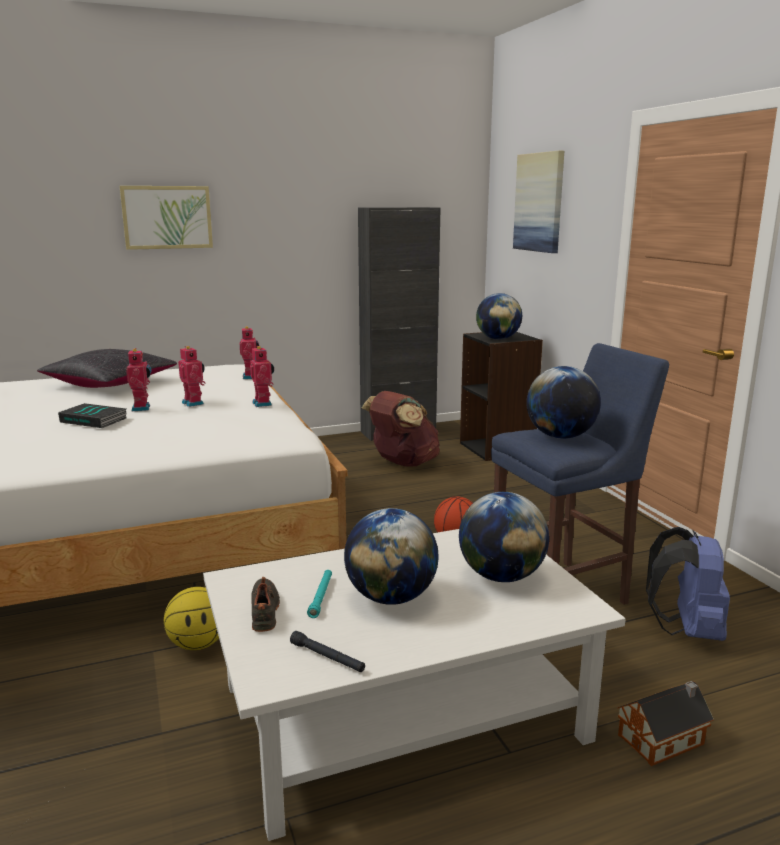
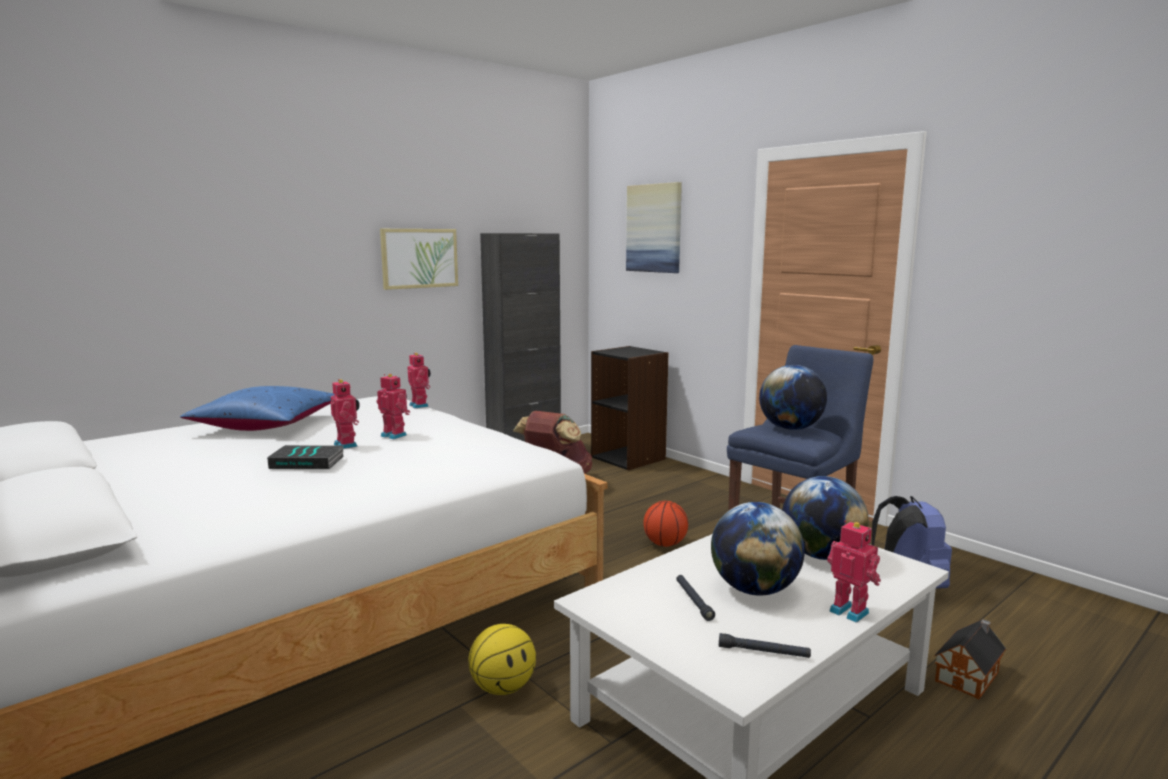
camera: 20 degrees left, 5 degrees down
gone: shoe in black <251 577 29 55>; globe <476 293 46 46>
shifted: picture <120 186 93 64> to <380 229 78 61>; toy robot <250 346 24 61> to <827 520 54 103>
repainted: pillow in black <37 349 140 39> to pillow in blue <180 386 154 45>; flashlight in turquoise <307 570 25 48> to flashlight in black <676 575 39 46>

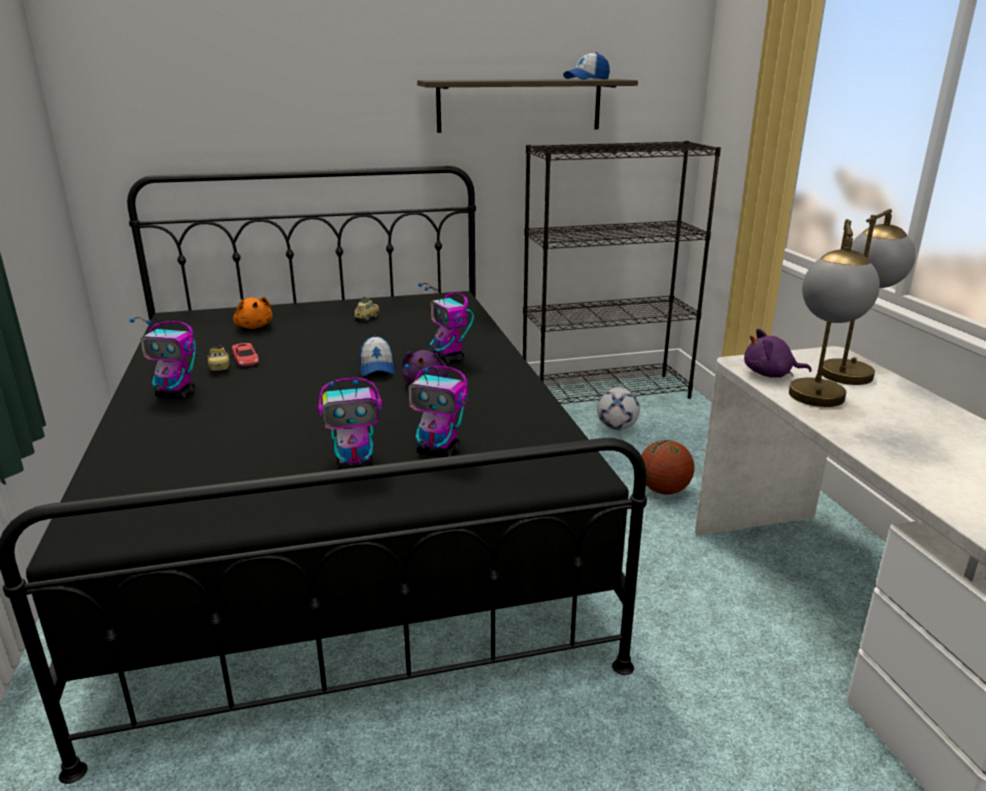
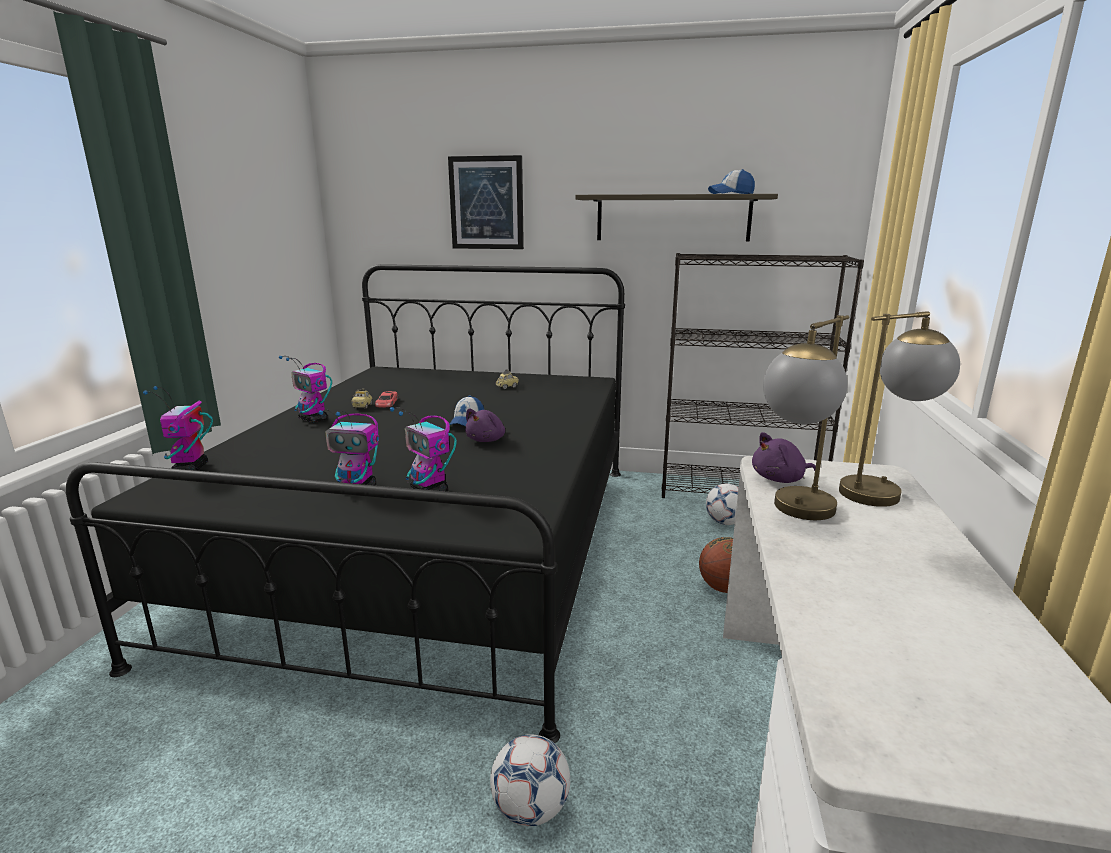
camera: 25 degrees right, 5 degrees down
gone: plush toy in orange <233 297 40 32>
new: picture <448 155 76 94>; football <490 734 80 92>
shifted: toy robot <418 283 56 80> to <143 386 70 85>
rotated: plush toy in purple <744 329 68 49> = <752 432 64 51> 45 degrees counterclockwise

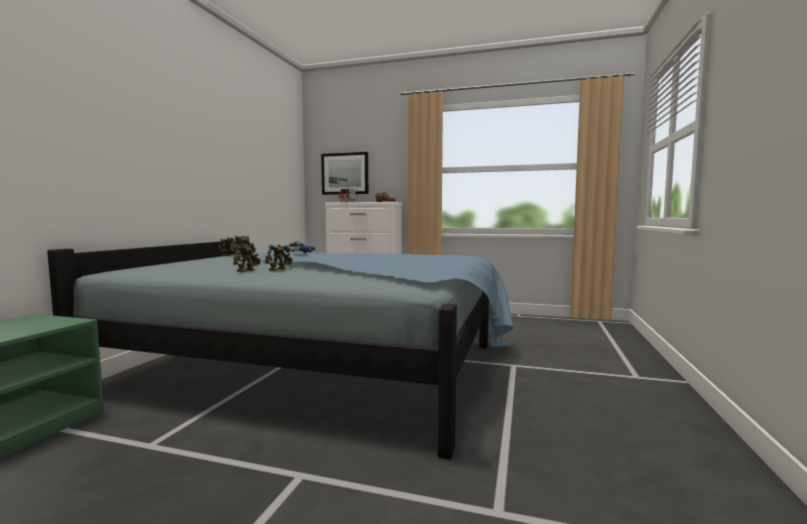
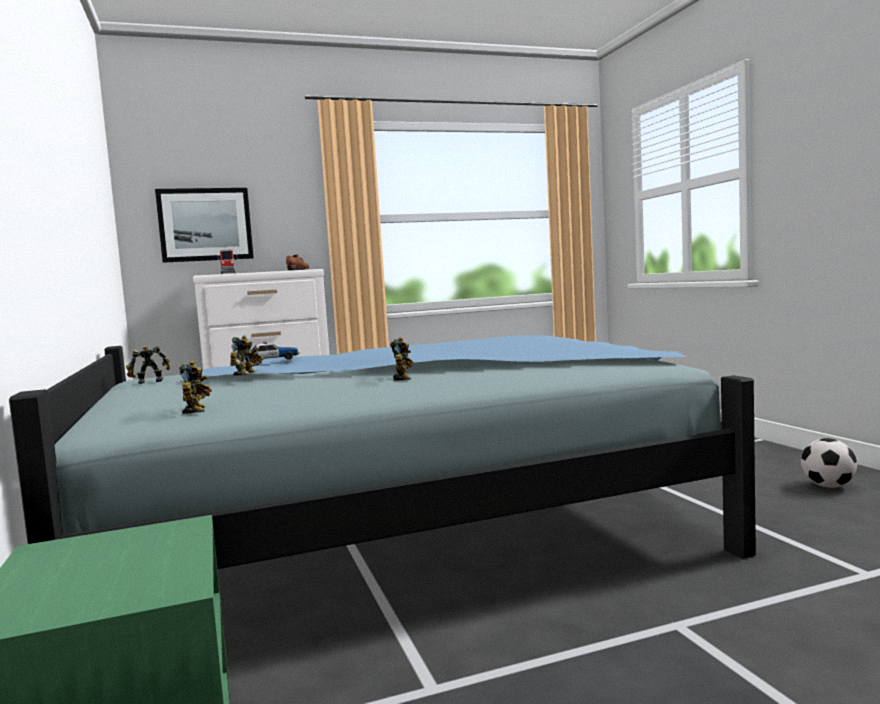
camera: 35 degrees left, 0 degrees up
new: football <801 438 56 50>
shifted: toy robot <233 245 28 27> to <179 361 33 53>

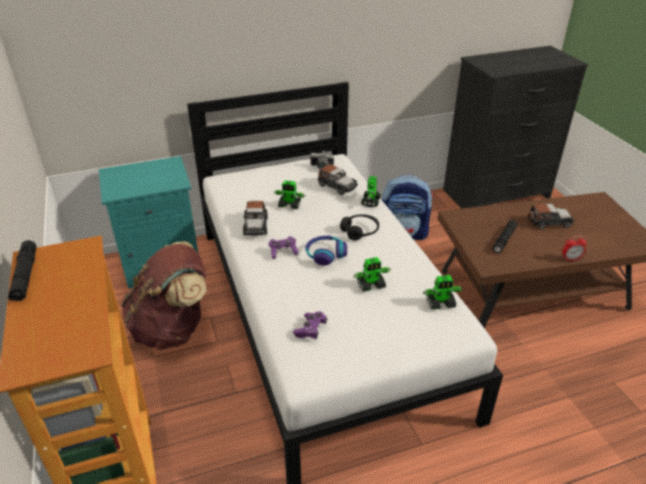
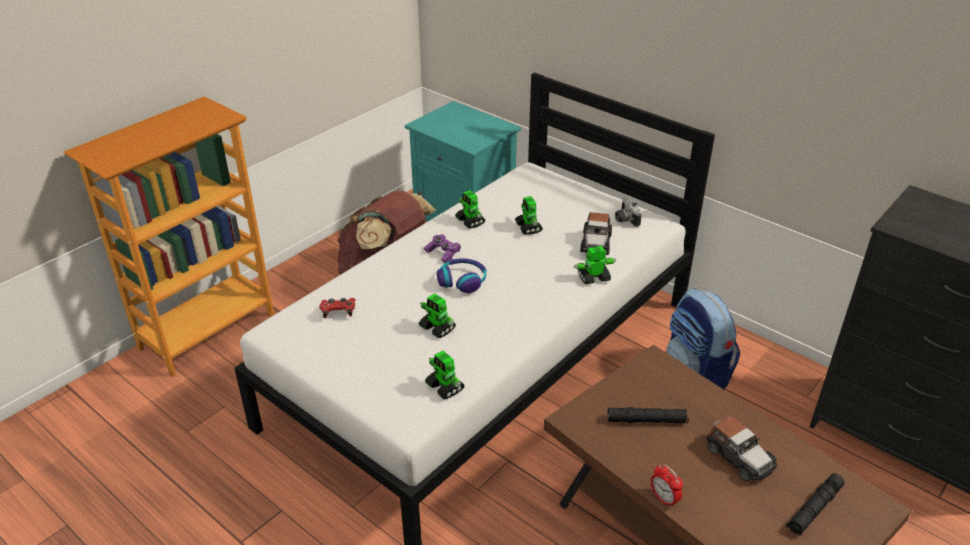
camera: 60 degrees right, 0 degrees up
gone: headphones in black <340 214 39 26>
shifted: flashlight in black <8 240 28 61> to <786 473 58 63>
swapped: toy car <243 201 25 35> to toy robot <455 190 30 39>
repainted: game controller in purple <293 311 35 28> to game controller in red <319 298 37 20>

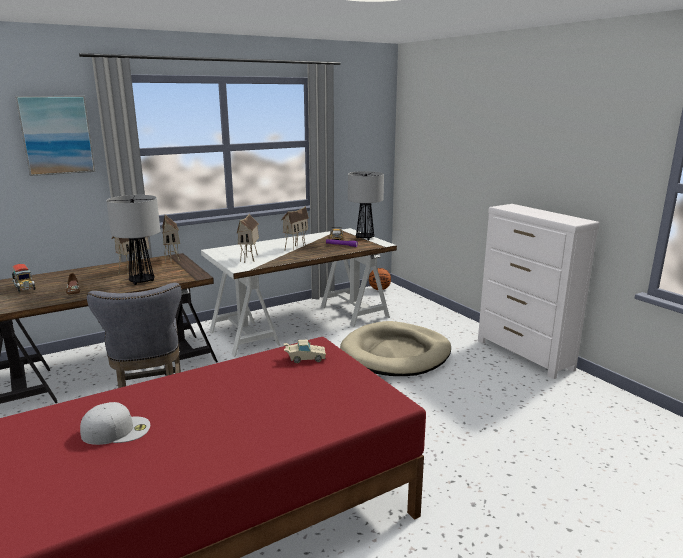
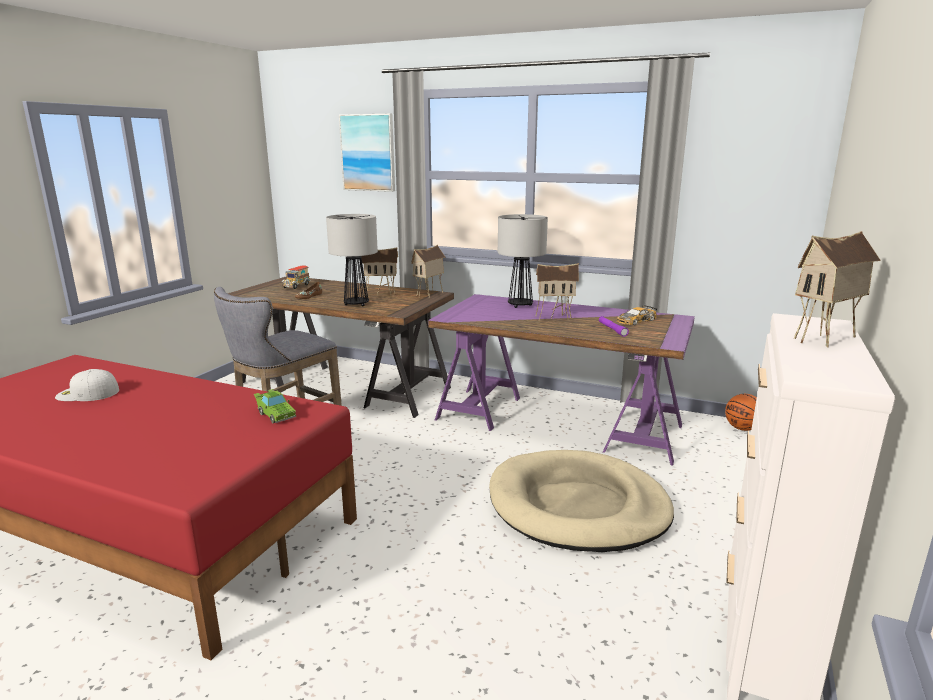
camera: 55 degrees right, 0 degrees up
shifted: toy house <237 214 22 49> to <794 231 87 117>; table lamp <348 171 36 69> to <498 214 50 94>
repainted: desk in white <201 228 196 129> to desk in purple <428 294 267 172>; toy car in beige <284 340 42 23> to toy car in green <254 389 42 34>
rotated: cap in white <80 402 70 43> = <55 369 64 32> 135 degrees clockwise

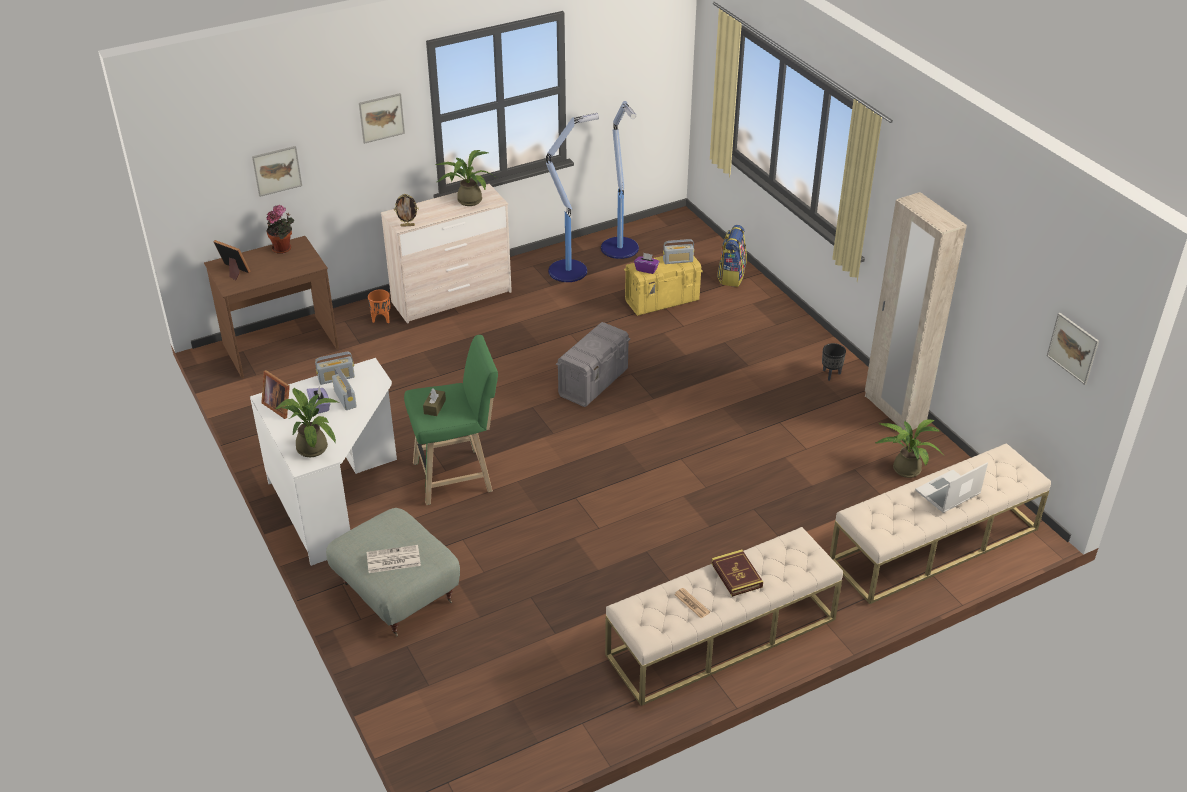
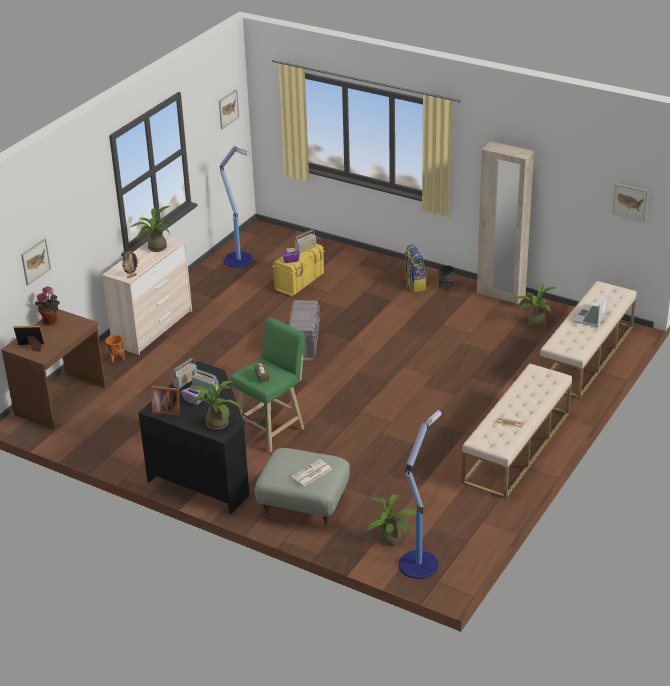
camera: 30 degrees left, 5 degrees down
gone: book <711 549 52 48>
new: potted plant <365 494 52 51>
shifted: picture <359 93 46 51> to <219 89 20 40>; floor lamp <546 113 53 169> to <398 410 44 169>; backpack <717 225 30 62> to <403 244 24 48>
repainted: desk in white <250 358 147 208> to desk in black <138 361 111 153>

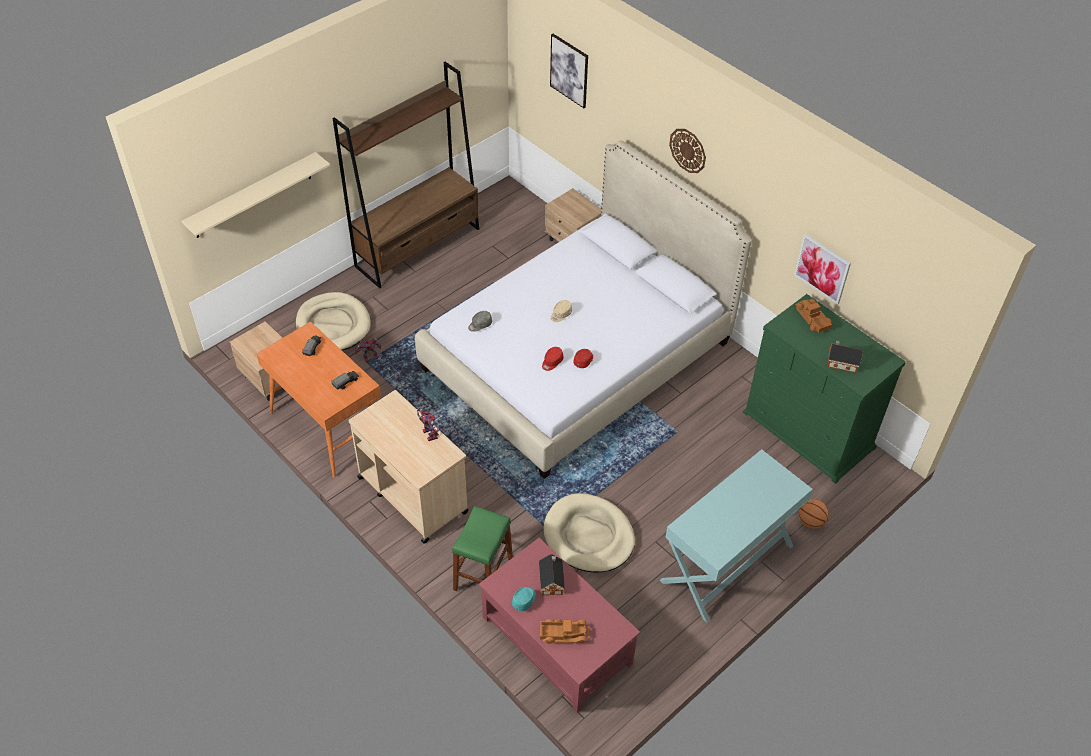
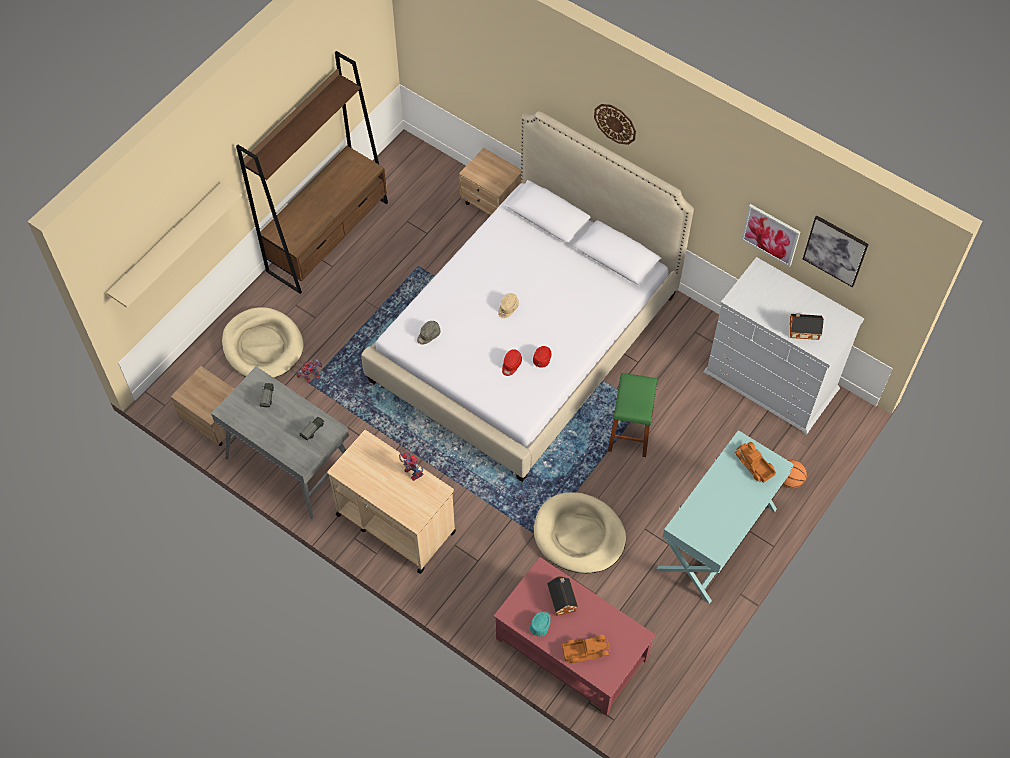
camera: 10 degrees left, 10 degrees up
shifted: stool in green <452 506 61 85> to <608 373 49 84>; picture <550 34 38 74> to <803 215 66 72>; toy truck <795 299 37 34> to <734 442 42 41>
repainted: desk in orange <256 321 125 156> to desk in grey <211 366 138 153>; dresser in green <743 294 163 190> to dresser in white <703 257 161 178>

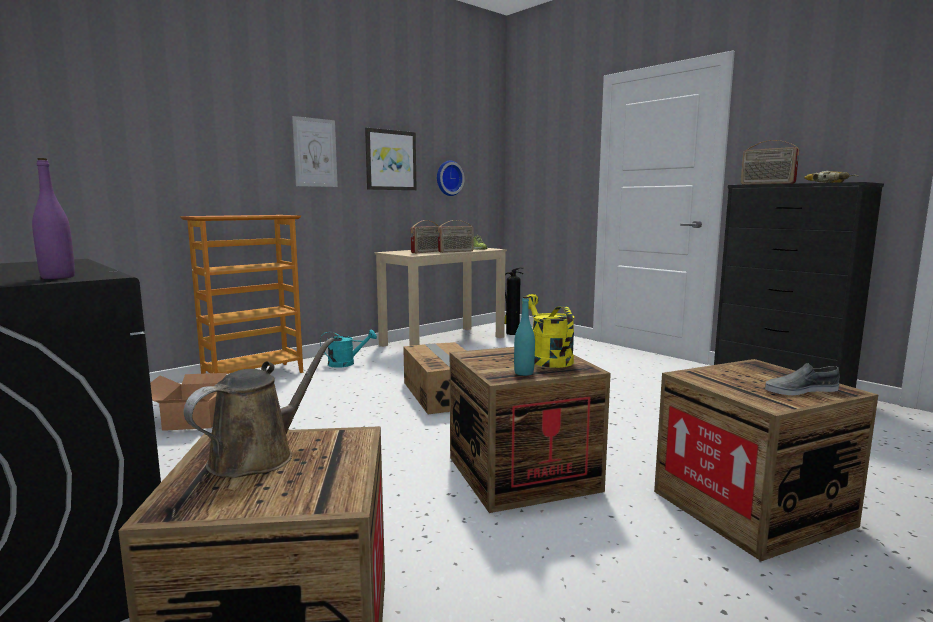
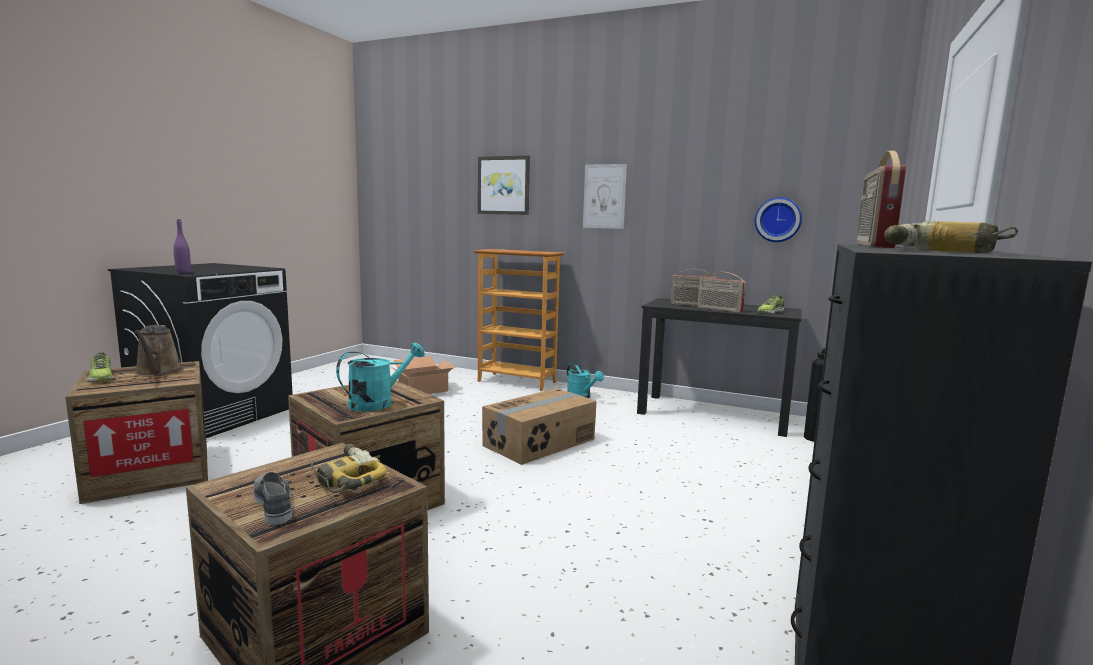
camera: 65 degrees right, 0 degrees up
gone: bottle in turquoise <514 296 21 80>
new: shoe <87 352 27 30>; power drill <311 444 76 49>
shifted: picture <365 128 52 62> to <478 155 52 60>
repainted: desk in beige <375 248 132 99> to desk in black <637 298 165 139>; watering can in yellow <527 294 48 74> to watering can in turquoise <336 342 89 69>
rotated: watering can in brown <184 337 151 141> = <135 325 48 51> 60 degrees clockwise

